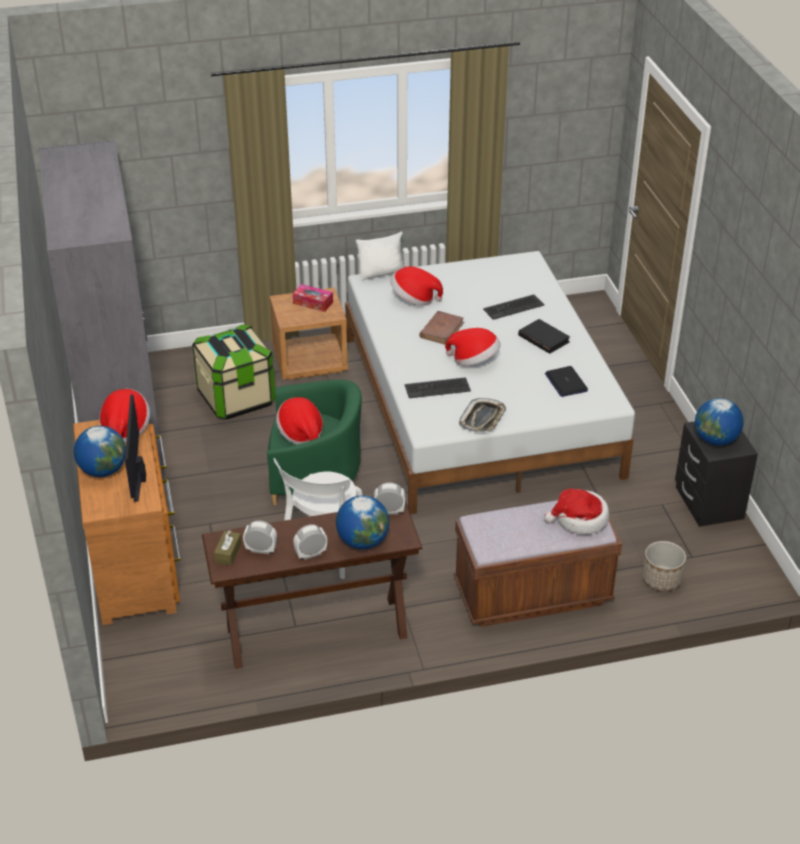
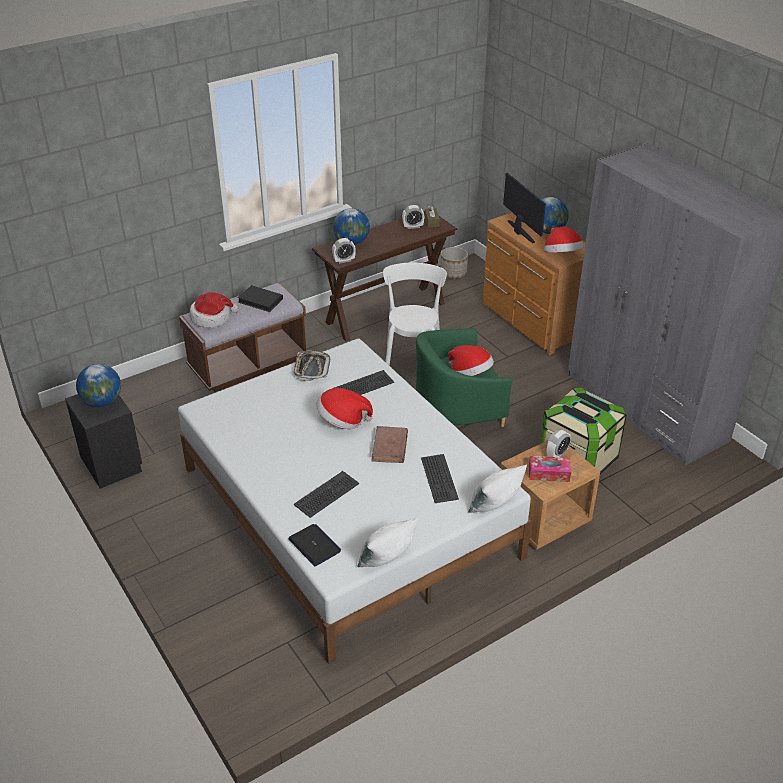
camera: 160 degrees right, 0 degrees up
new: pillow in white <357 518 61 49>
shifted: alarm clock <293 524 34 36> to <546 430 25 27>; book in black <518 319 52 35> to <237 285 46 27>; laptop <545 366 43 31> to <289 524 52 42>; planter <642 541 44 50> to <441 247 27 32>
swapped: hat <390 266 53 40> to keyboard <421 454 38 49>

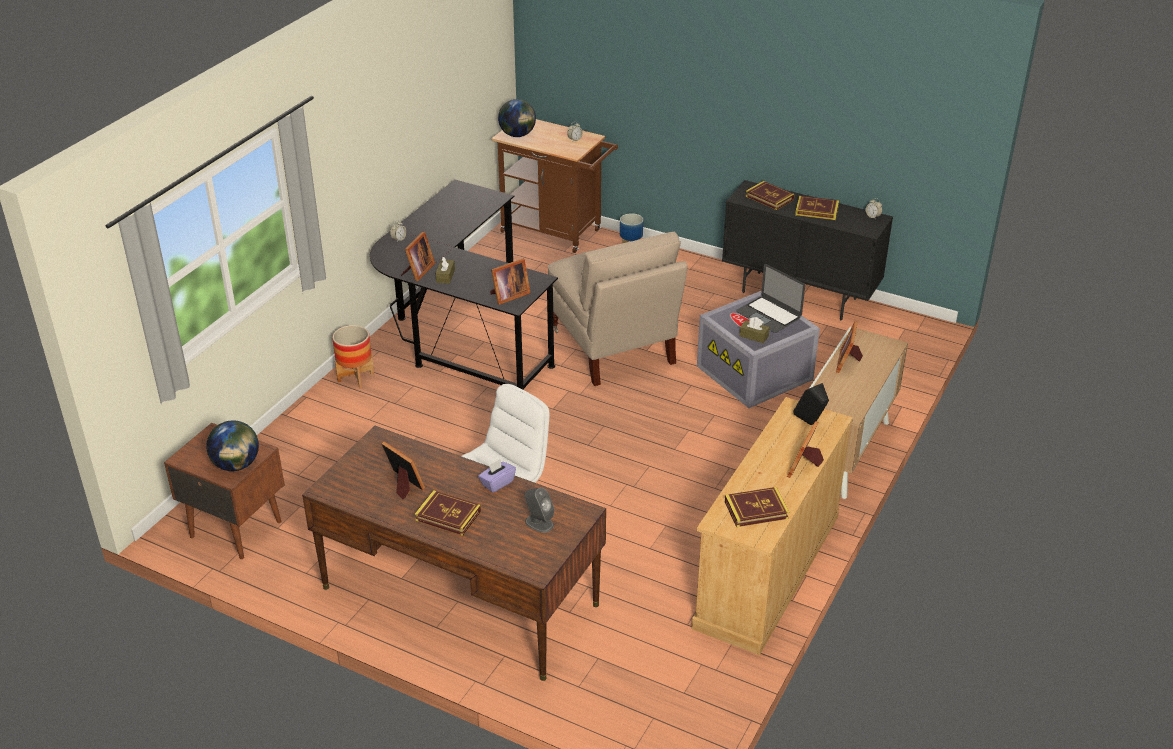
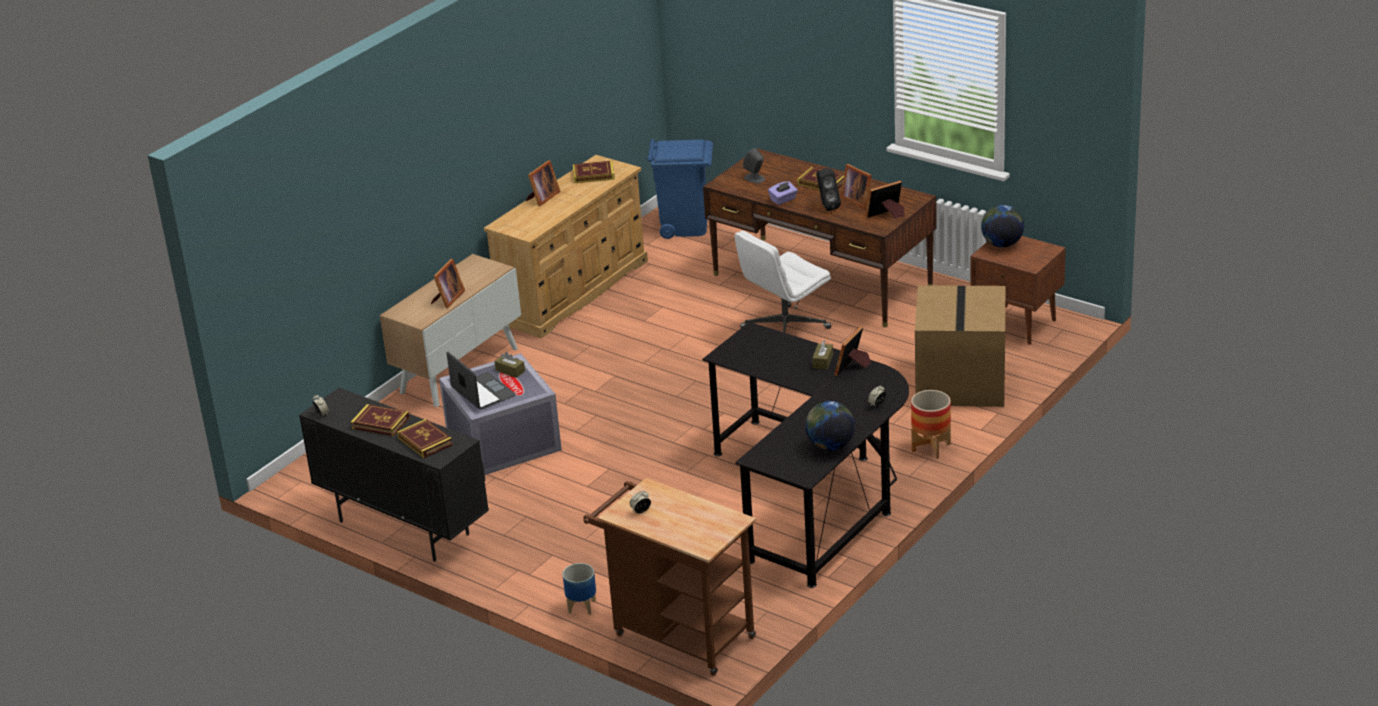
camera: 170 degrees left, 5 degrees down
gone: chair in beige <548 232 139 154>
new: trash can in blue <647 139 66 100>; cardboard box <915 285 90 122>
shifted: picture frame <490 259 40 46> to <866 181 39 37>; globe <498 99 38 38> to <805 401 50 50>; speaker in black <793 383 36 42> to <816 168 25 43>

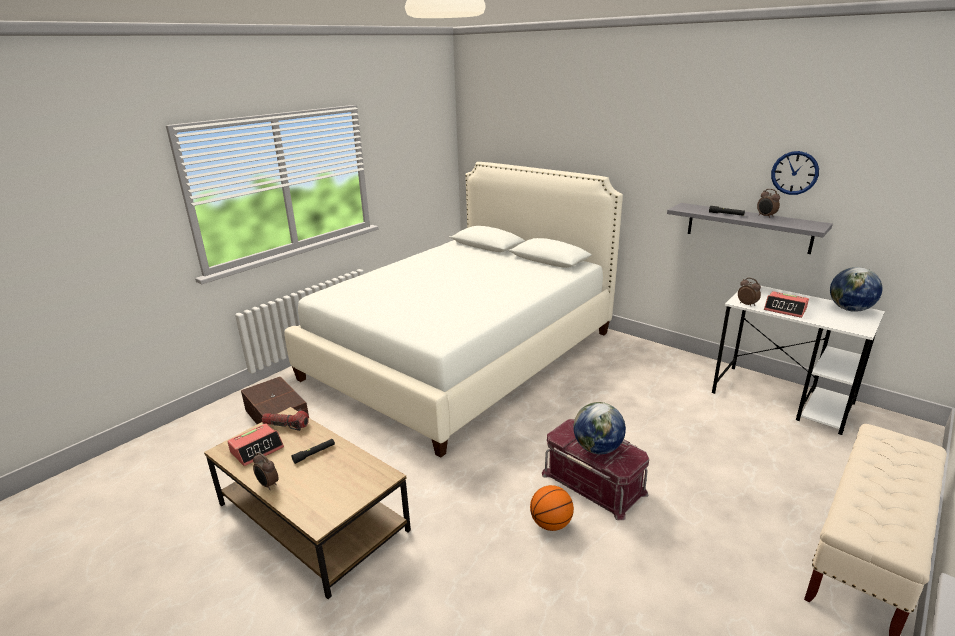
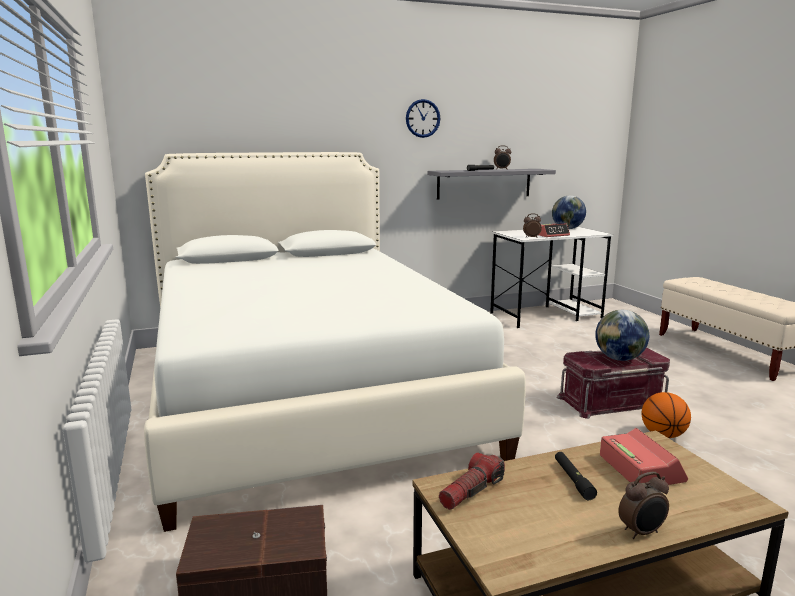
camera: 60 degrees left, 10 degrees down
shifted: alarm clock <227 423 57 43> to <600 428 88 57>; wall clock <771 151 48 44> to <406 99 34 39>

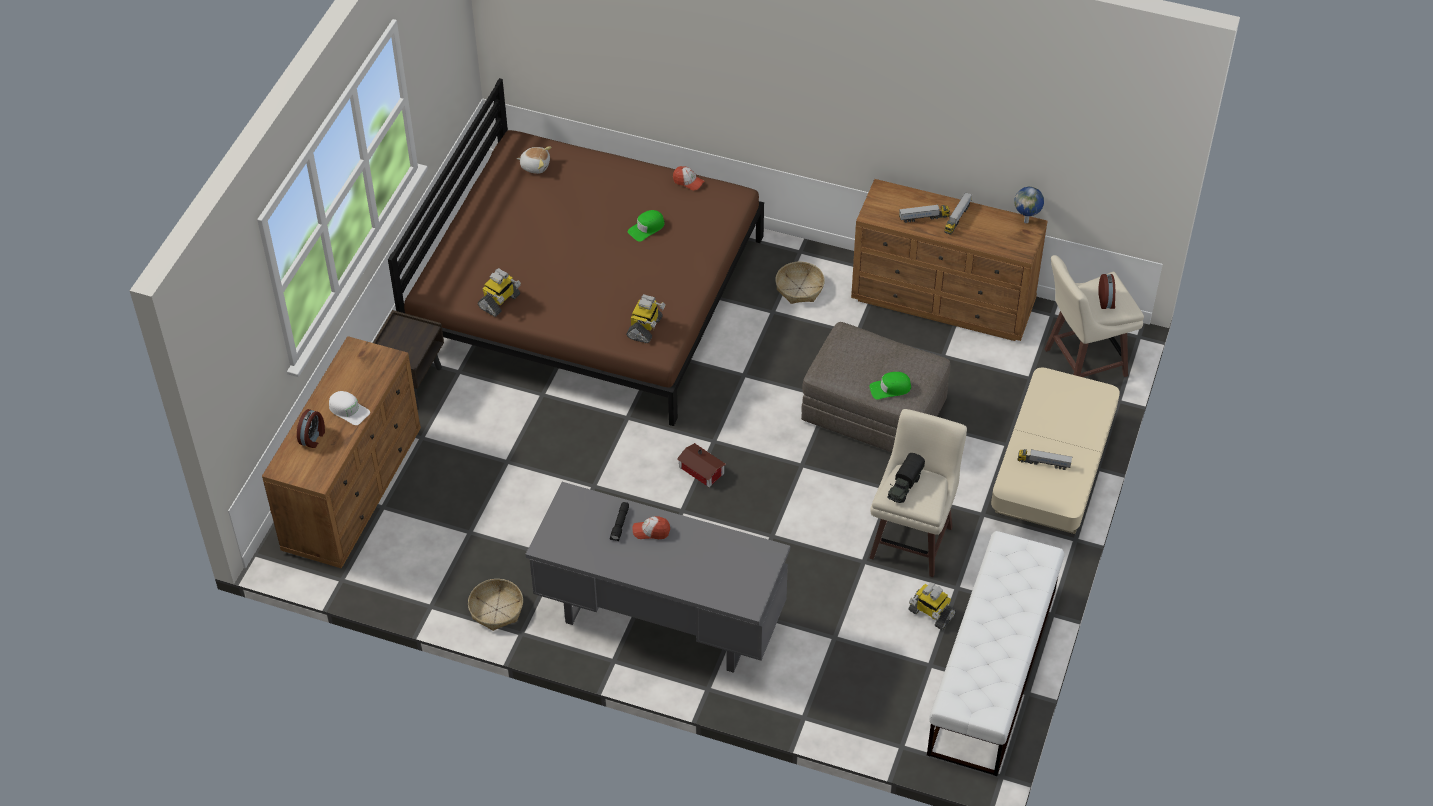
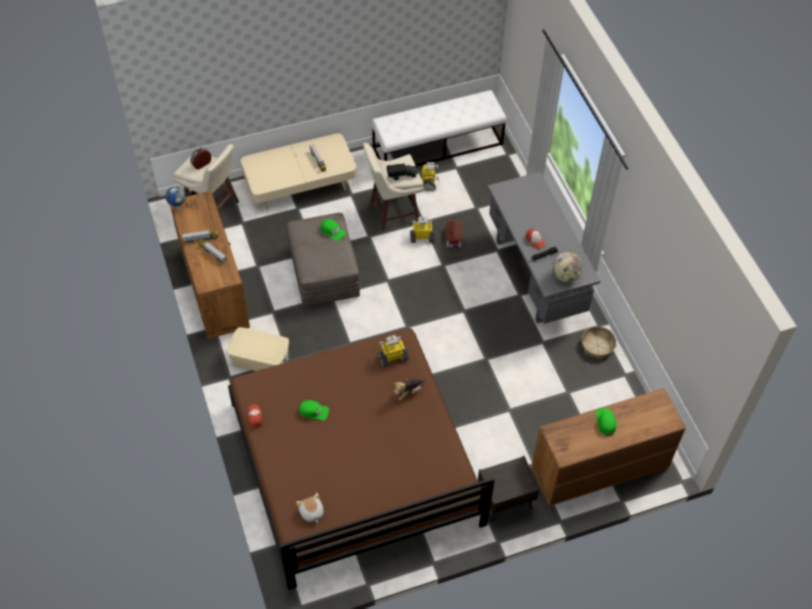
camera: 130 degrees left, 5 degrees up
gone: alarm clock <297 409 28 39>
new: plush toy <394 379 32 22>; globe <552 252 31 31>
shifted: toy robot <478 268 43 49> to <410 216 25 27>; toy house <677 443 49 44> to <446 220 17 27>
swapped: basket <775 262 50 42> to storage box in beige <228 327 61 44>
repainted: cap in white <329 391 41 34> to cap in green <596 408 20 27>

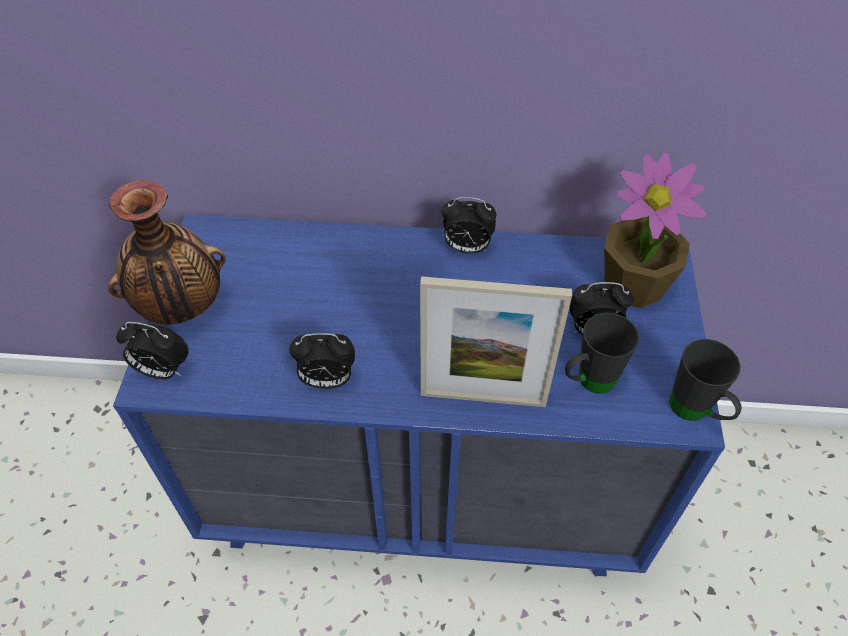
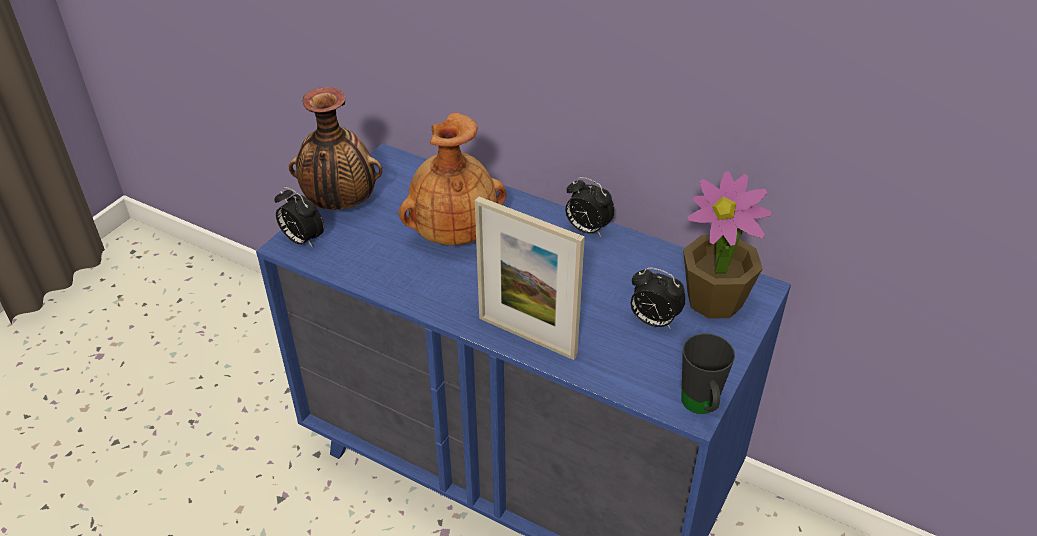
camera: 25 degrees right, 10 degrees down
gone: alarm clock <289 333 66 56>; mug in black <565 313 74 81>
new: vase in brown <399 112 108 133>

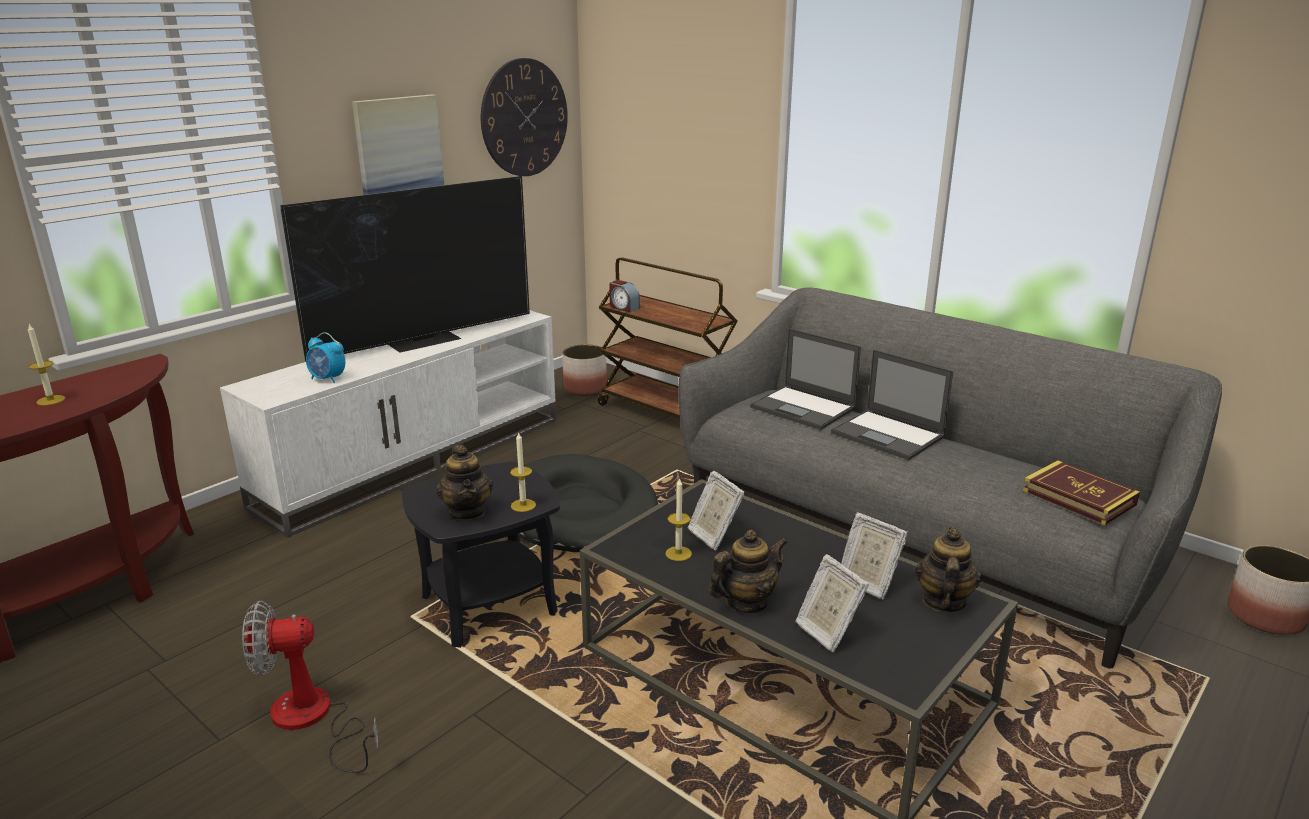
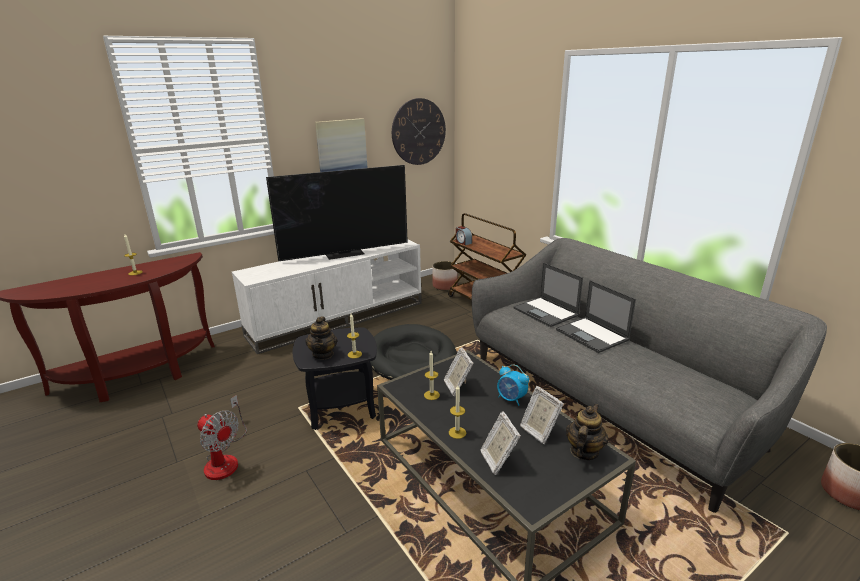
camera: 15 degrees right, 0 degrees up
gone: book <1023 460 117 65>
shifted: alarm clock <306 332 39 52> to <497 365 32 41>
swapped: teapot <709 530 79 83> to candle <449 385 17 54>
rotated: fan <242 601 136 172> = <197 395 50 85> 150 degrees counterclockwise

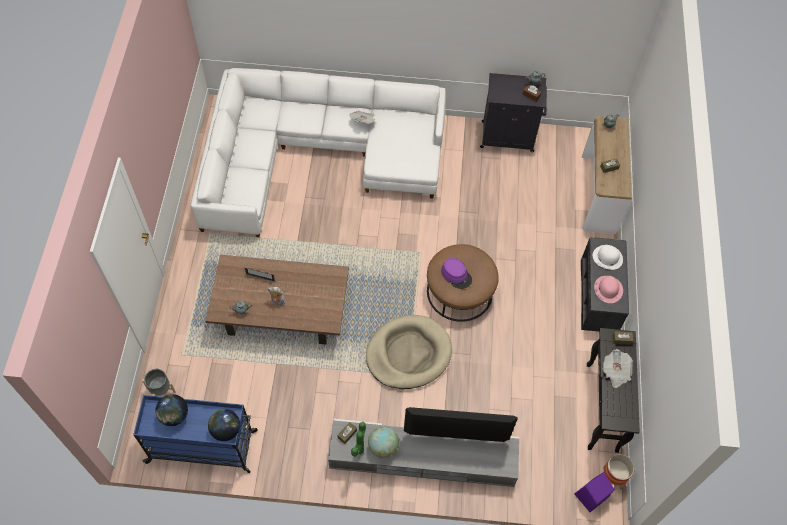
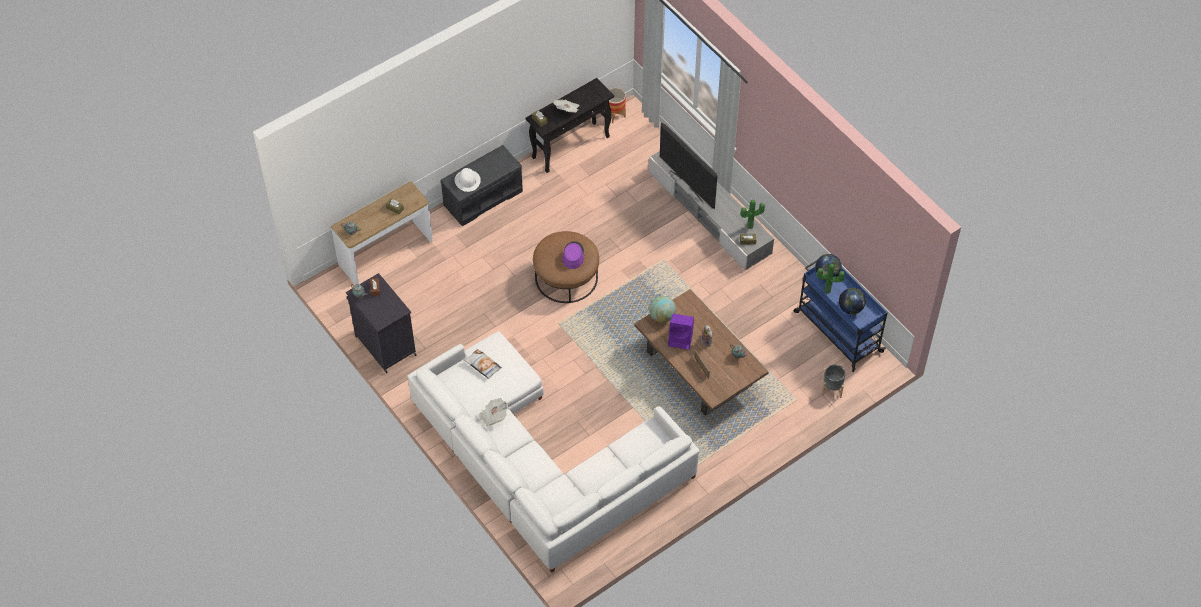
camera: 130 degrees left, 5 degrees down
gone: dog bed in beige <366 315 86 74>; hat in pink <594 276 29 27>
new: pillow <463 349 39 30>; potted plant <817 264 28 30>
shifted: globe <368 426 31 32> to <649 296 27 27>; speaker in purple <574 472 41 40> to <668 314 26 36>

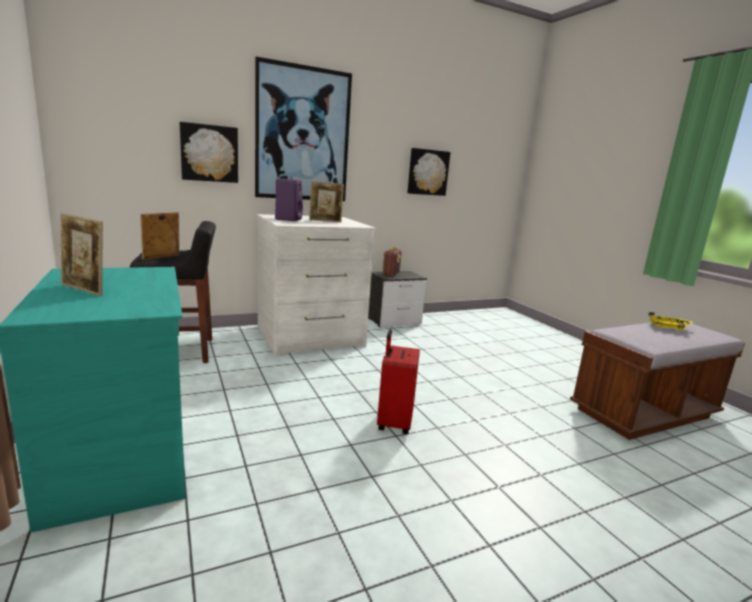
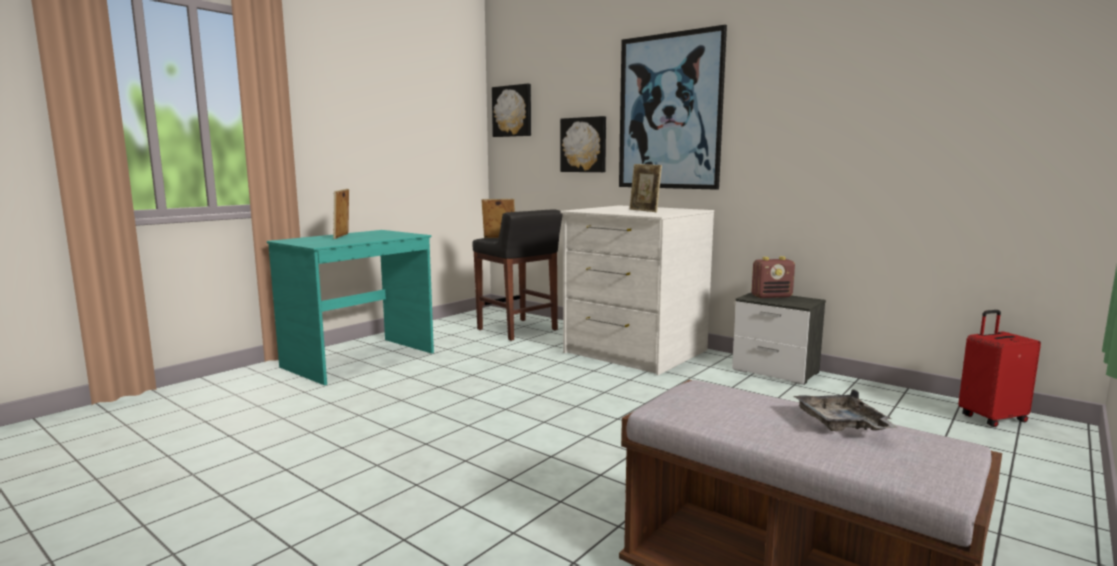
camera: 65 degrees right, 5 degrees down
gone: speaker in purple <275 179 28 42>
shifted: suitcase in red <377 329 43 105> to <958 310 83 117>; picture <407 148 44 48> to <492 84 39 53>
repainted: tray in yellow <648 312 46 19> to tray in grey <794 389 103 42>

